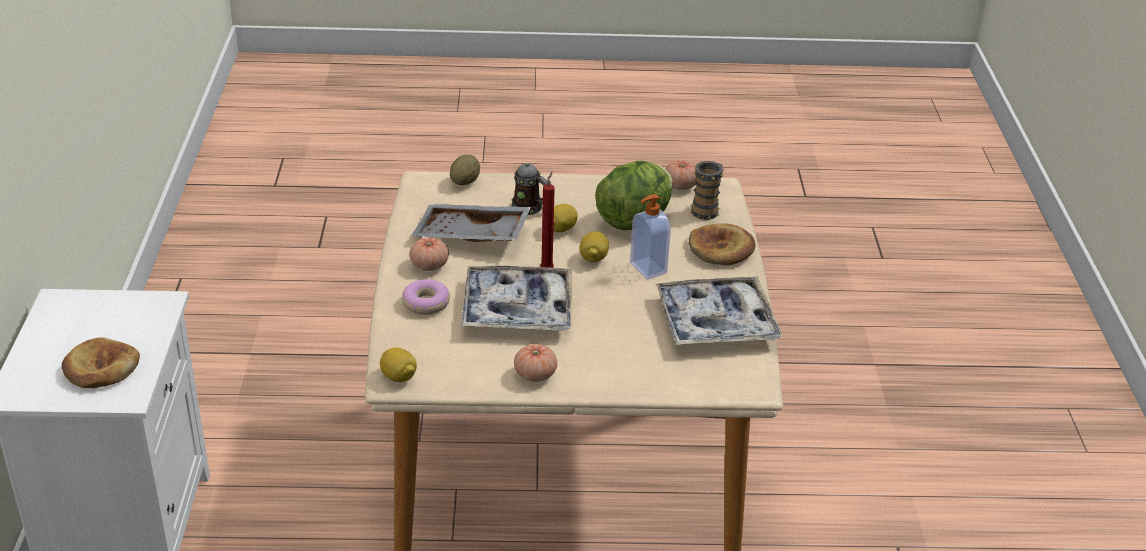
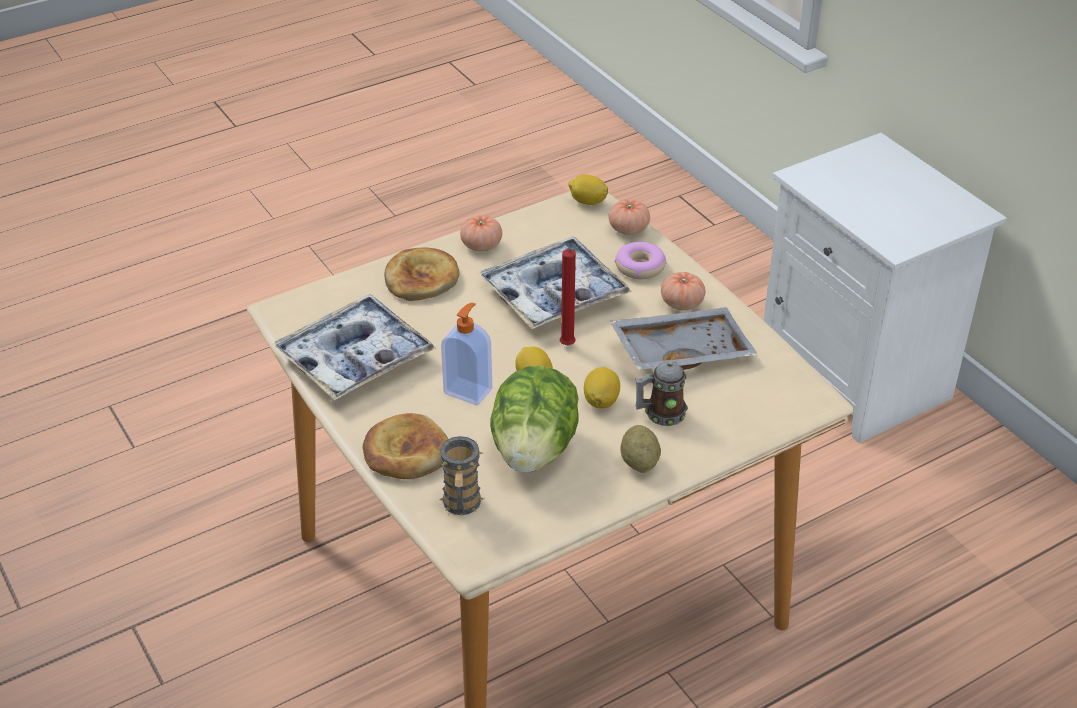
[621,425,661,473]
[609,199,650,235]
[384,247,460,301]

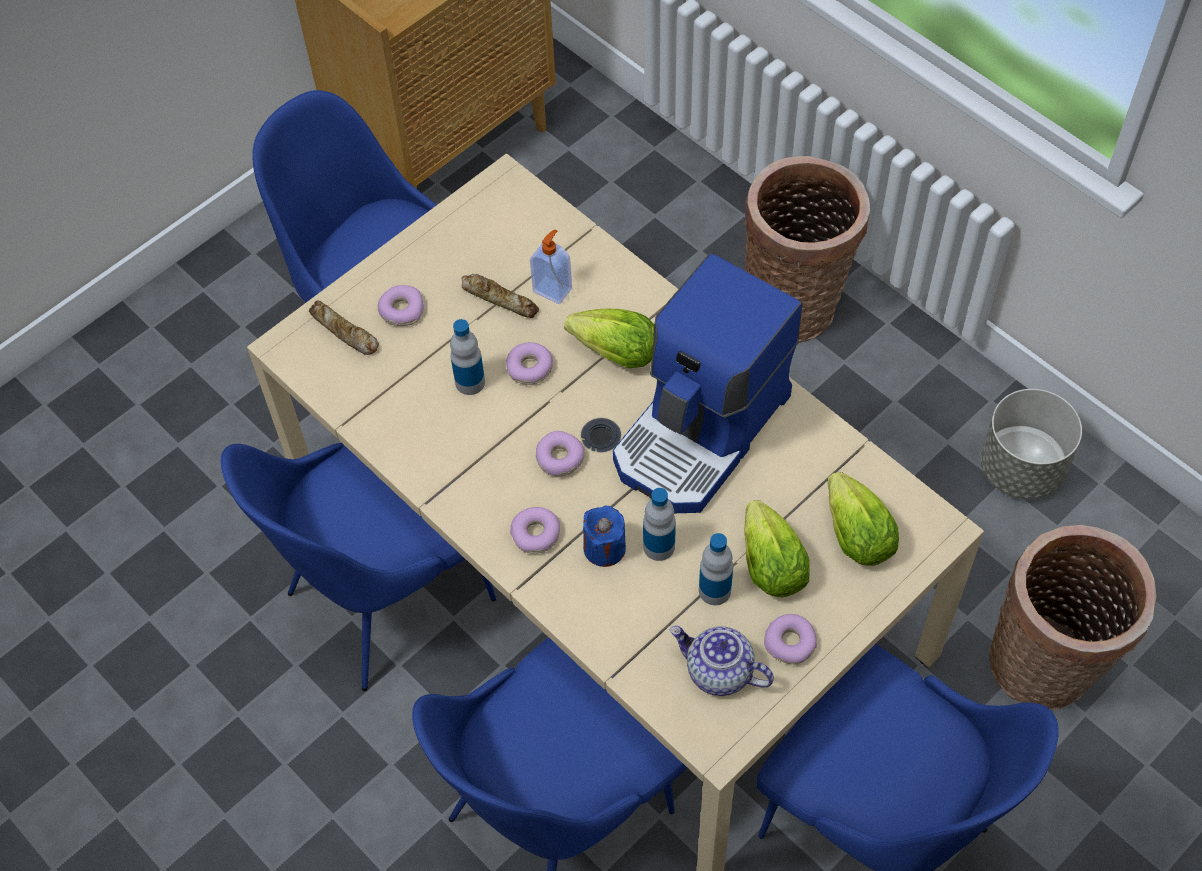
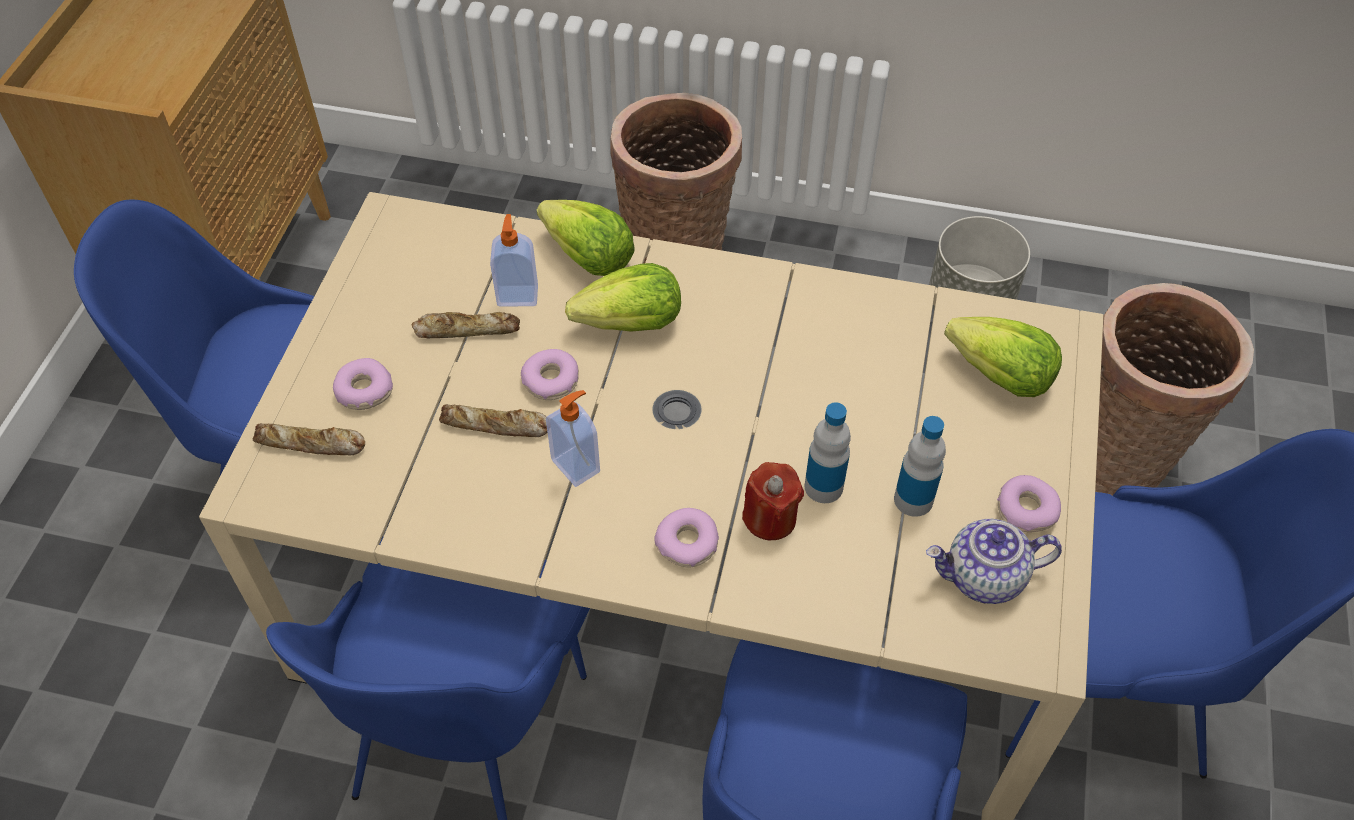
[613,253,802,513] (first image)
[439,404,547,437]
[536,431,585,476] (first image)
[537,200,635,276]
[742,462,804,540]
[546,390,600,487]

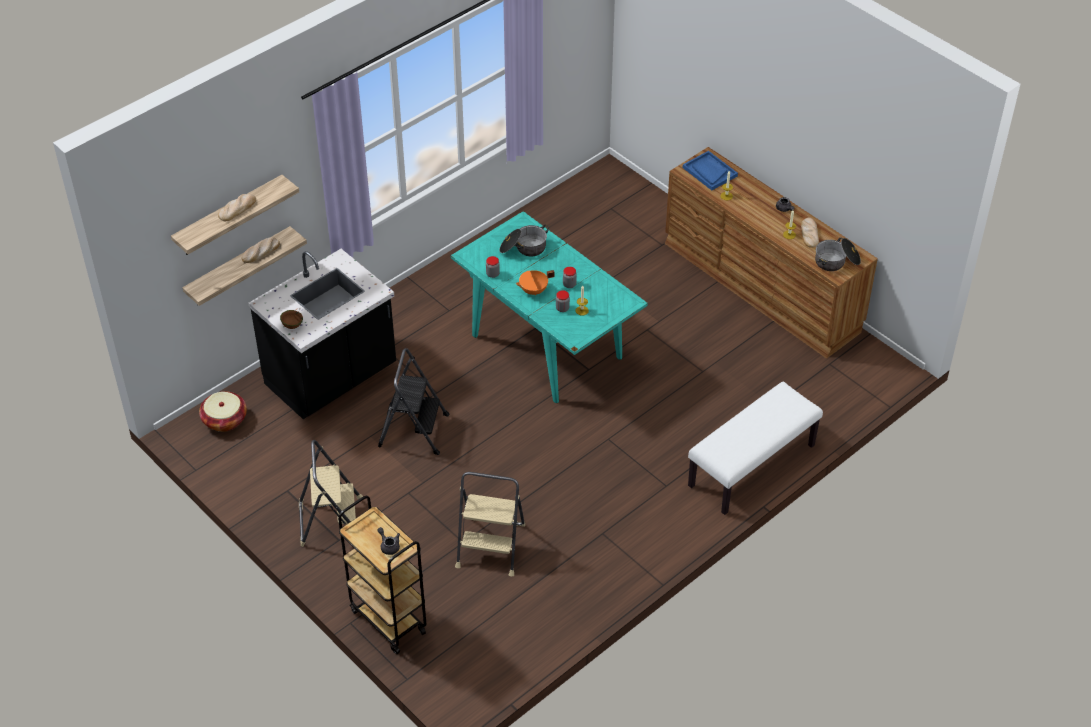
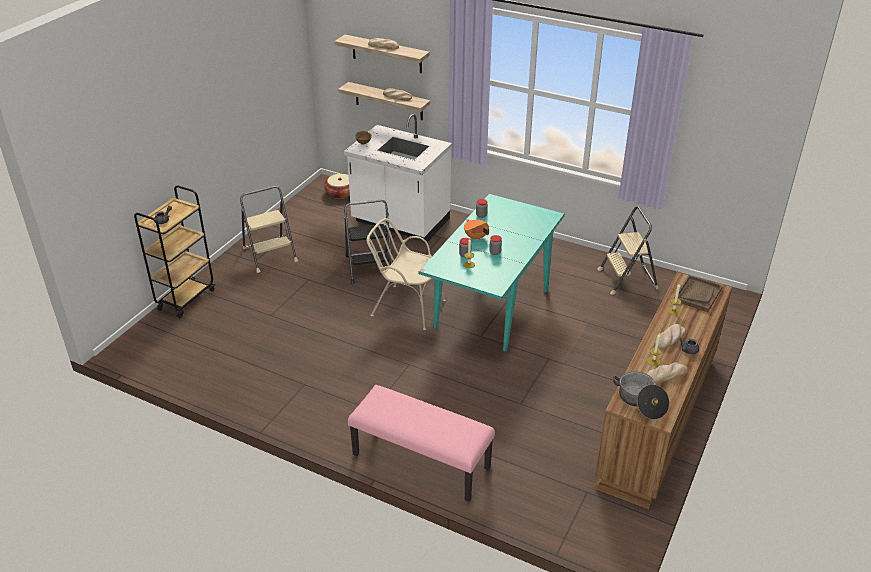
[674,275,723,312]
[500,225,549,256] (first image)
[344,114,452,242]
[348,385,495,502]
[598,206,658,295]
[367,218,446,330]
[654,324,686,349]

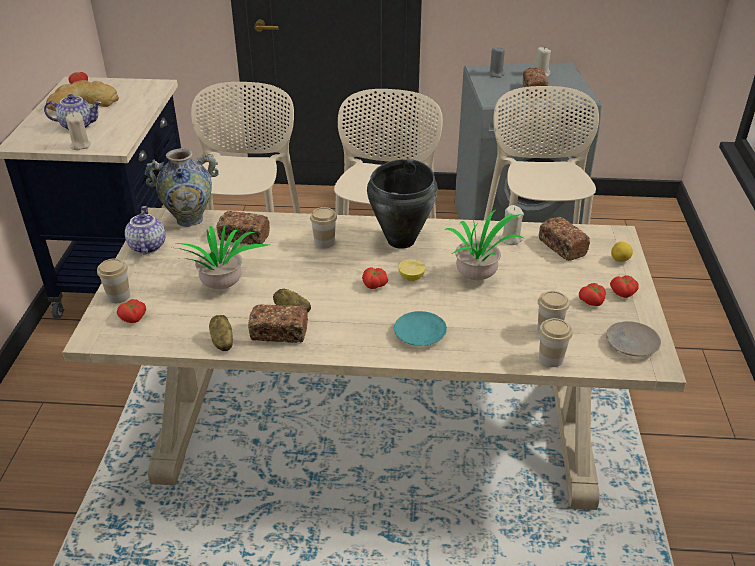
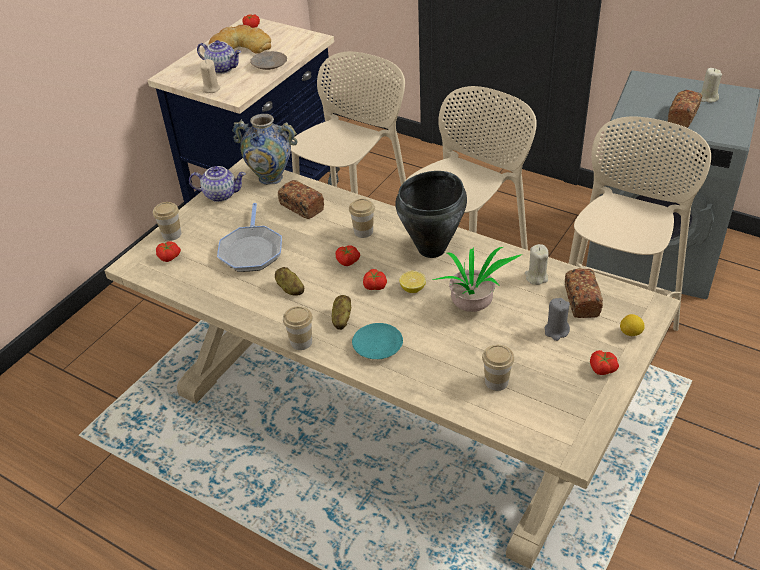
[545,298,570,341]
[189,166,246,202]
[217,203,282,272]
[335,245,360,266]
[248,304,308,343] (first image)
[332,295,351,330]
[283,306,313,350]
[250,51,287,70]

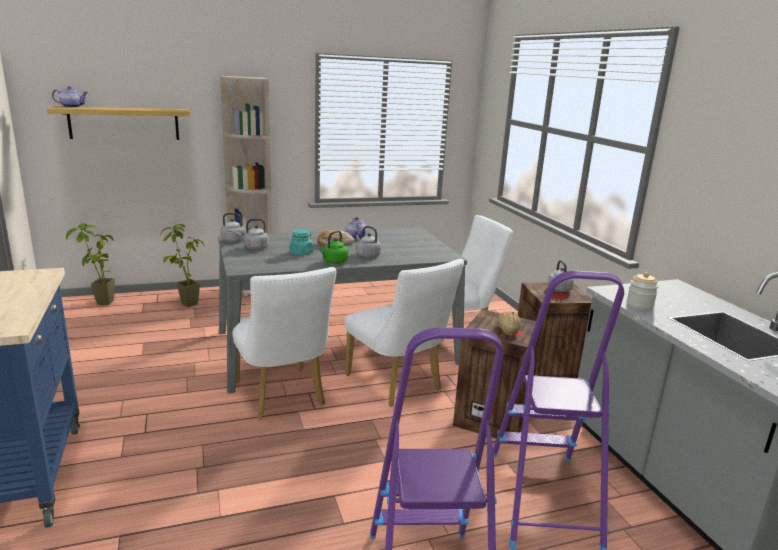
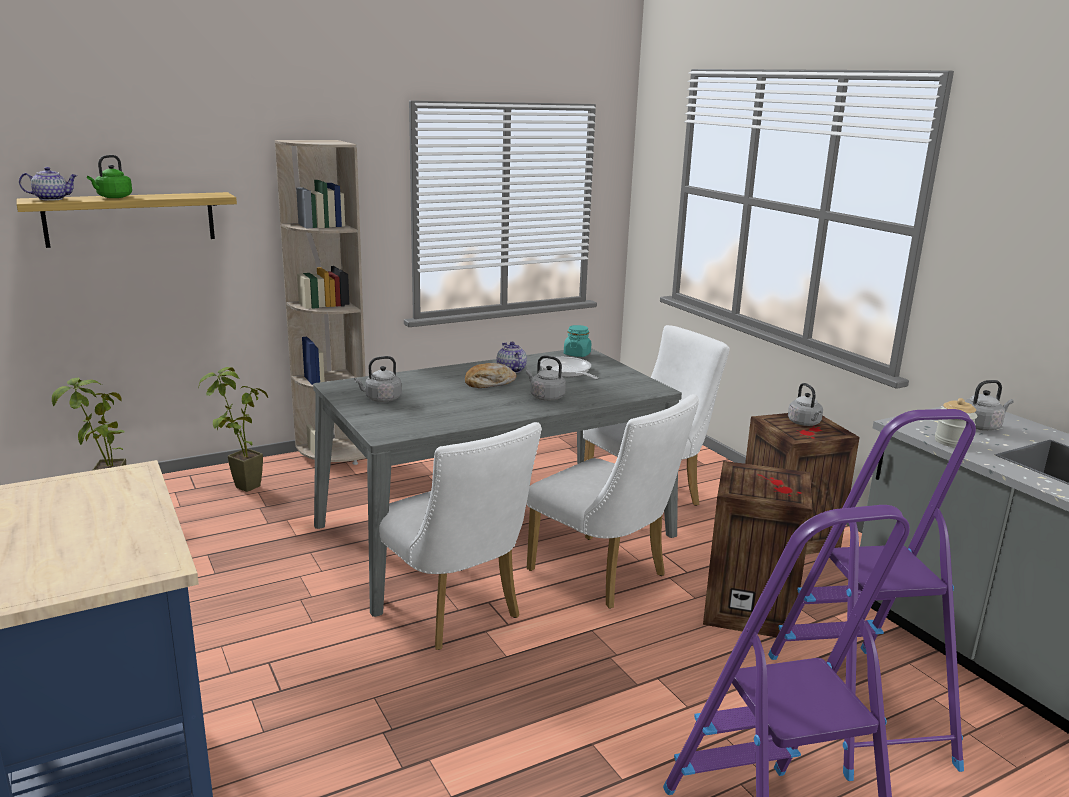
[965,380,1014,431]
[564,325,591,357]
[87,155,132,198]
[498,312,521,336] (first image)
[540,357,598,379]

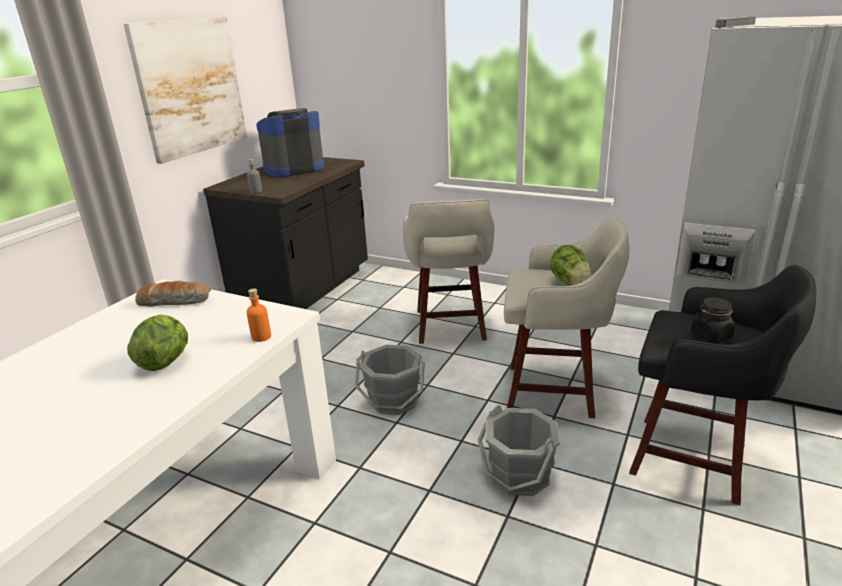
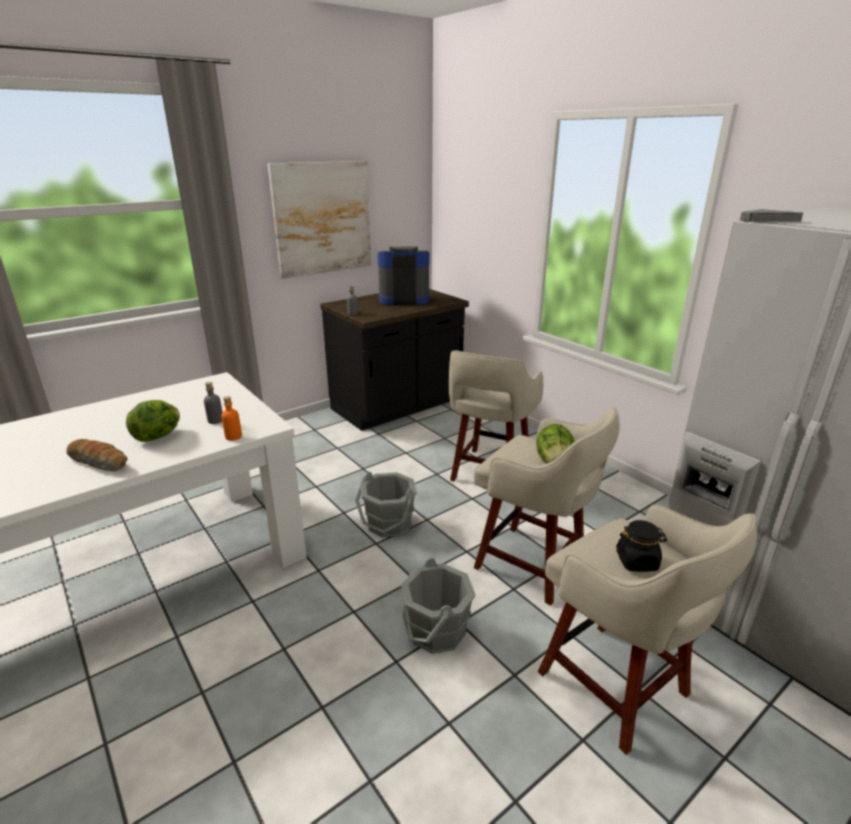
[538,504,757,755]
[66,439,128,472]
[204,382,223,424]

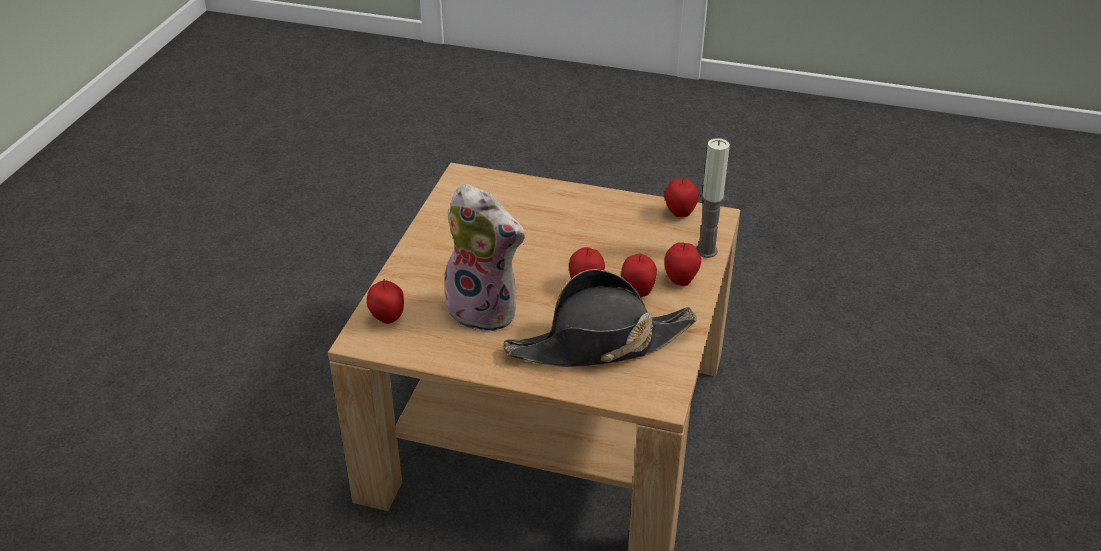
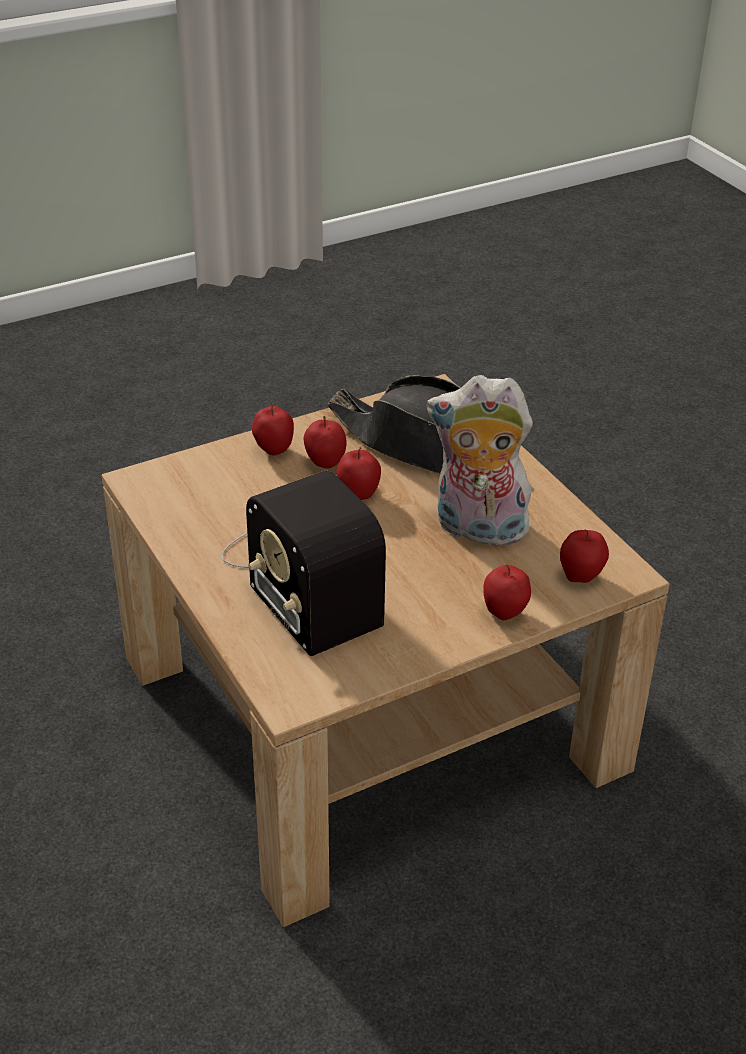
[696,138,730,258] (first image)
[483,564,531,620]
[426,375,537,551]
[222,471,386,656]

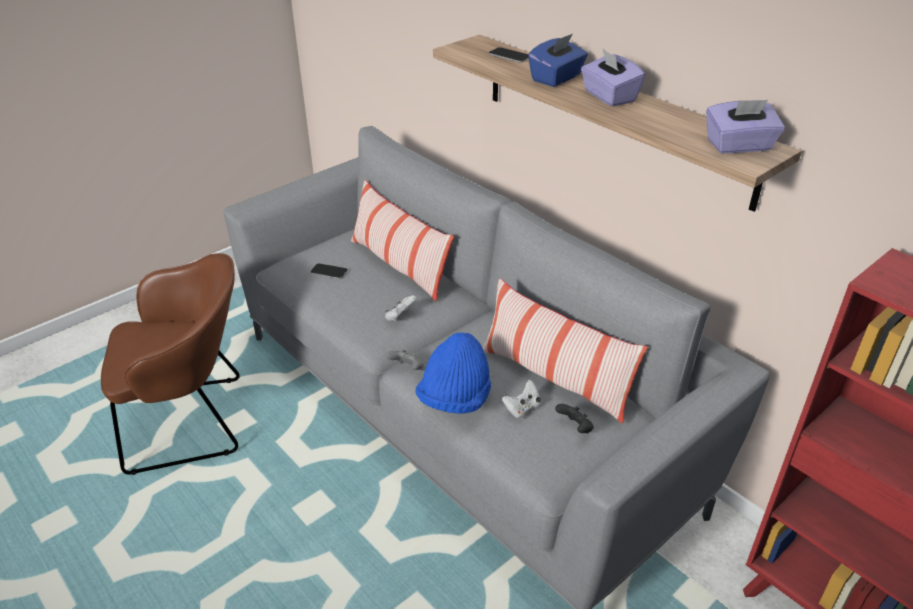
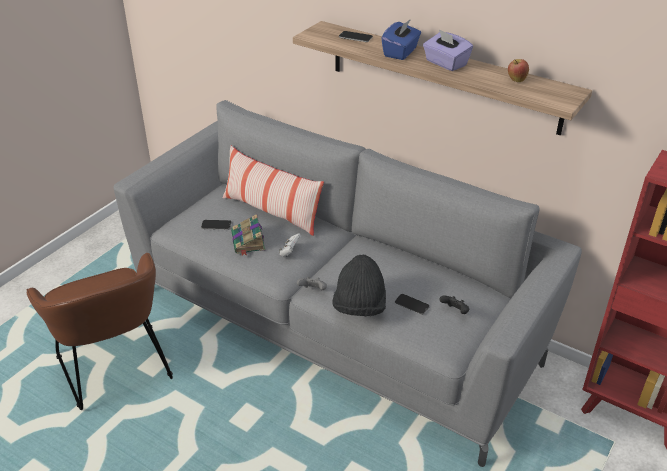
[706,100,785,153] (first image)
[26,253,173,410]
[482,278,648,424] (first image)
[332,255,386,316]
[395,294,430,315]
[508,59,529,82]
[231,214,265,256]

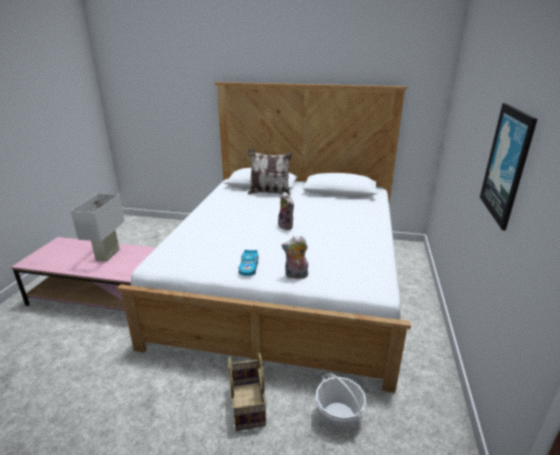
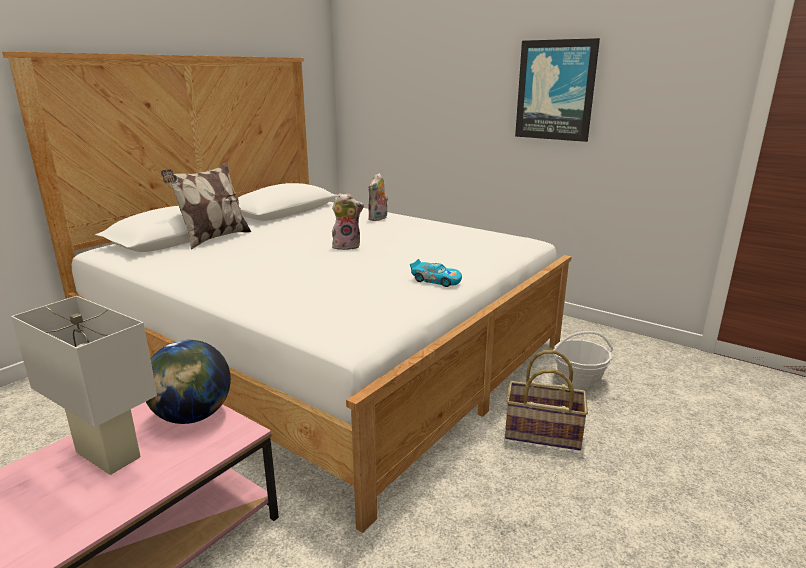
[368,173,388,221]
[146,340,231,424]

